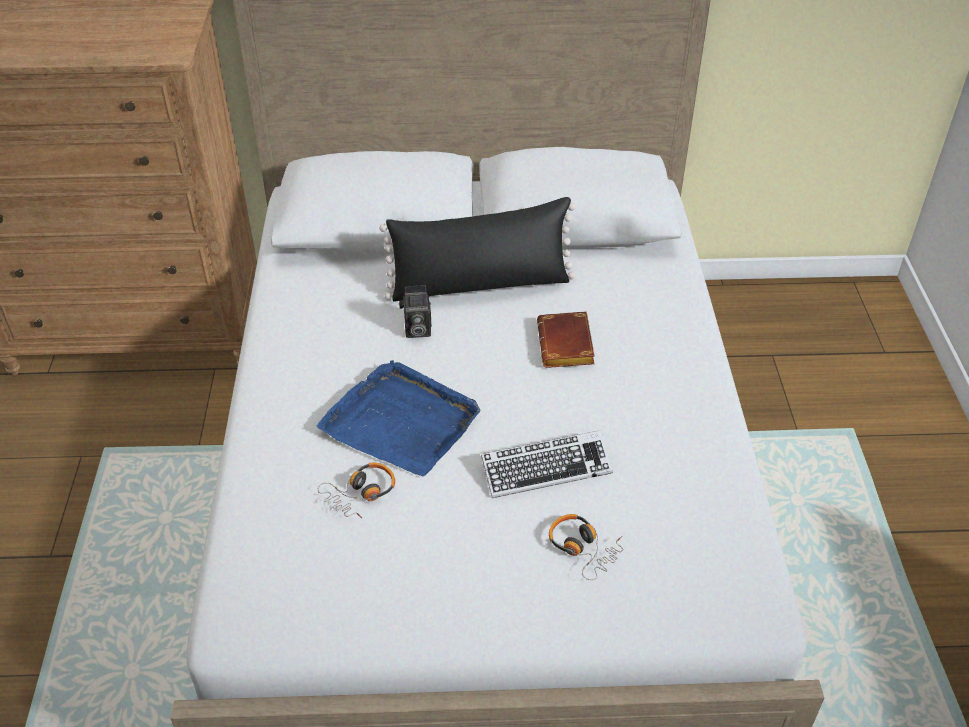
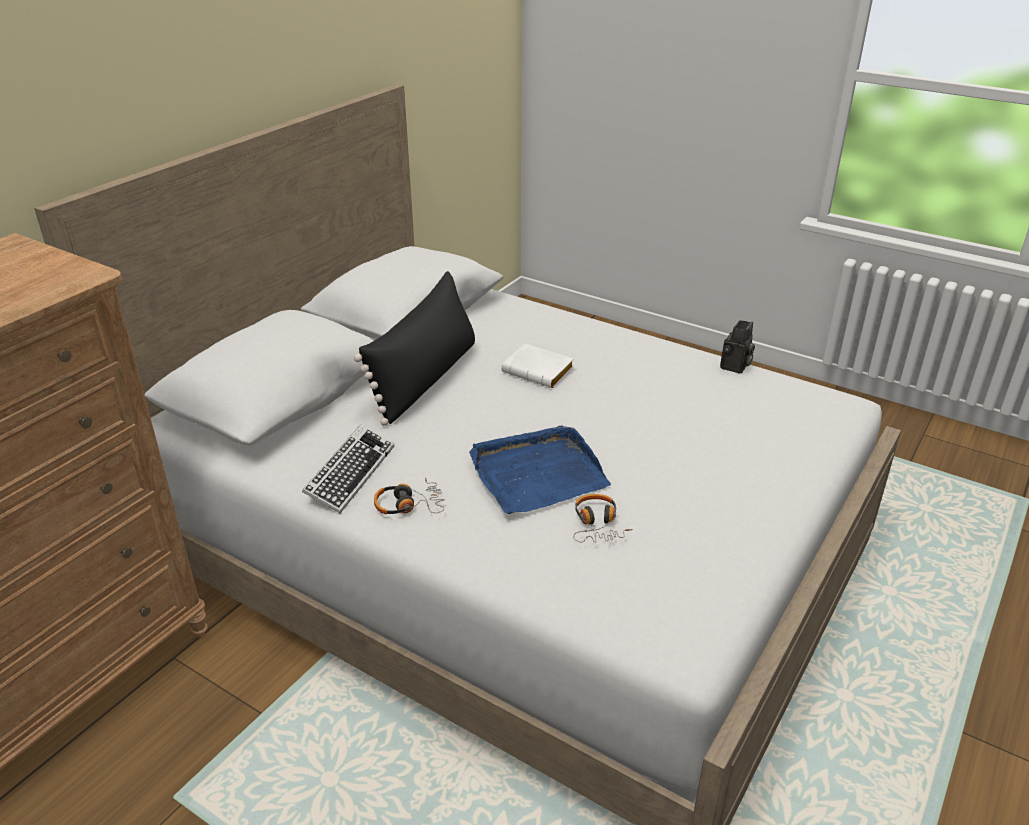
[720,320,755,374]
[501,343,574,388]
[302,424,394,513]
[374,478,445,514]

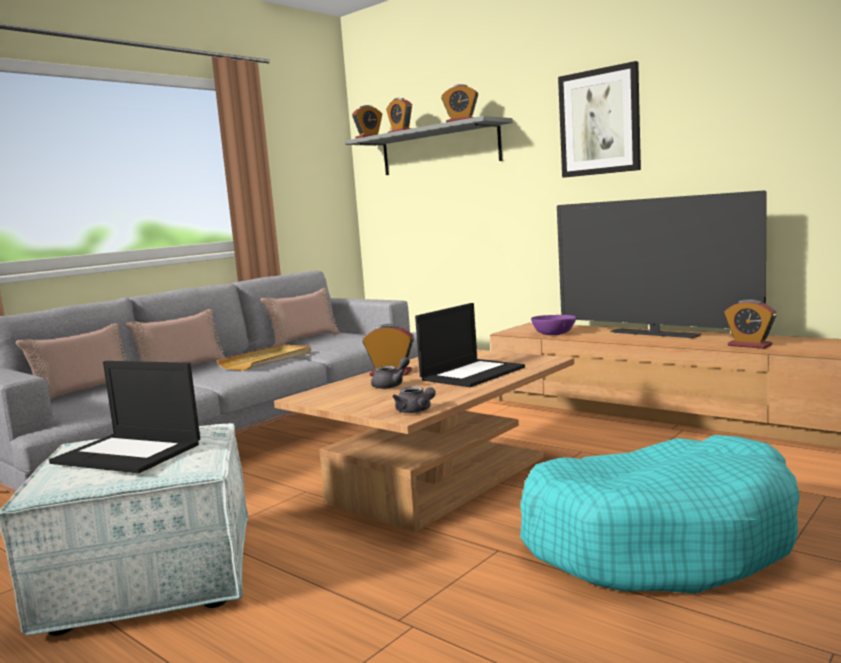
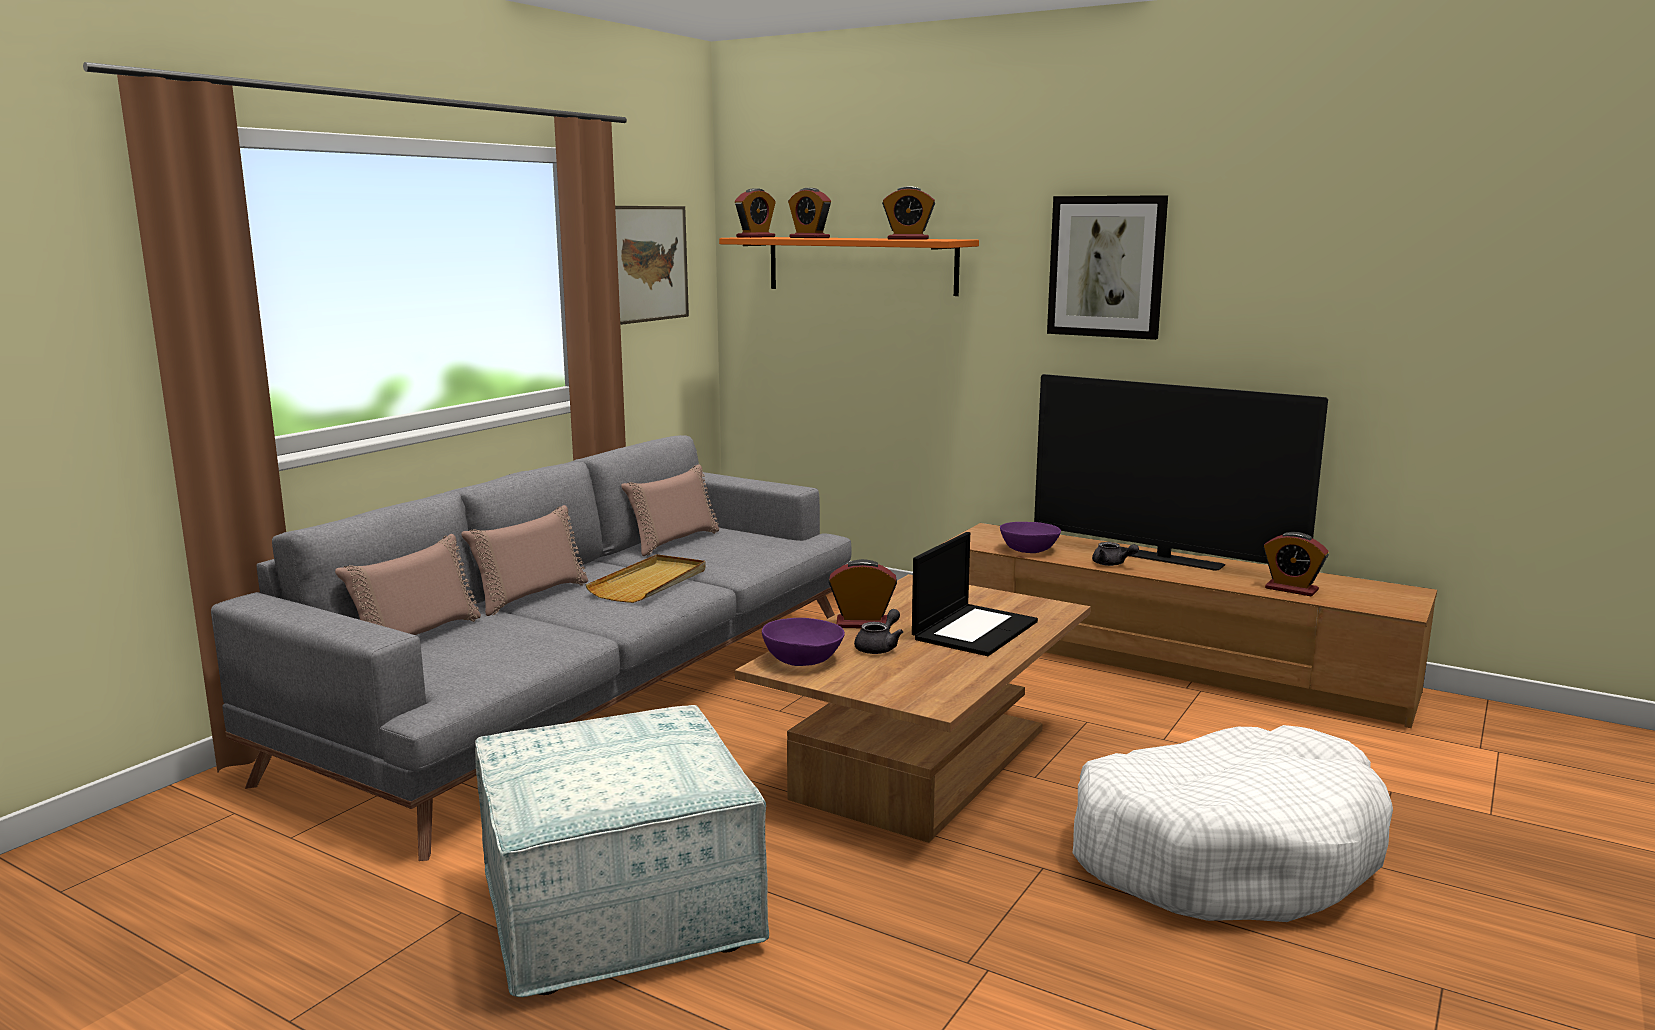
[719,237,979,296]
[49,361,200,473] (first image)
[1092,542,1139,566]
[1073,725,1393,922]
[615,206,689,325]
[762,618,845,666]

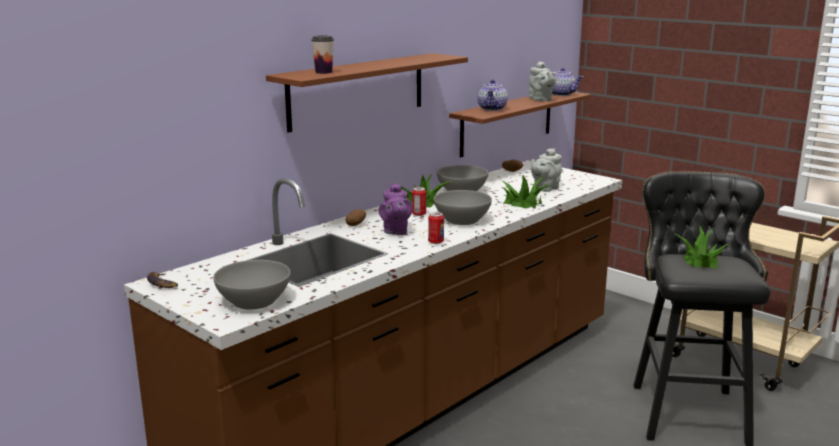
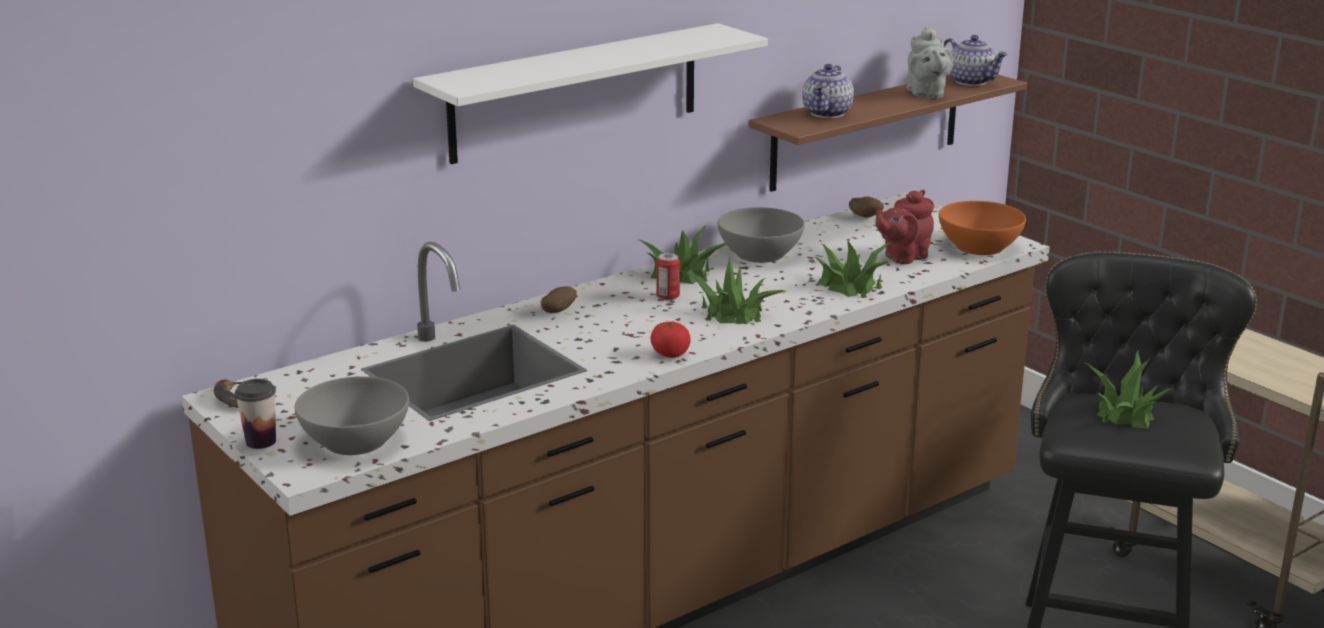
[235,379,276,449]
[413,23,768,164]
[875,189,934,264]
[379,182,412,235] (first image)
[682,257,785,324]
[651,321,691,358]
[939,201,1026,255]

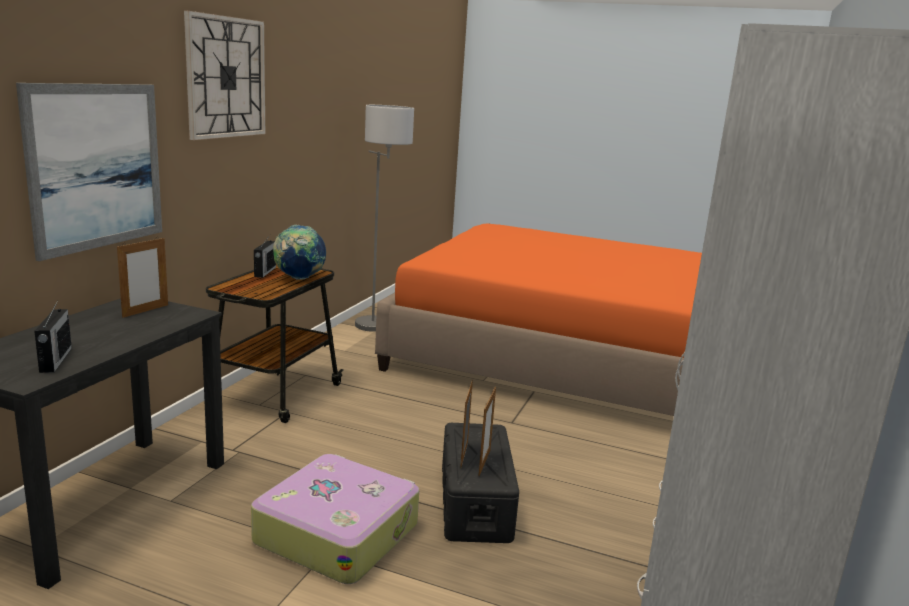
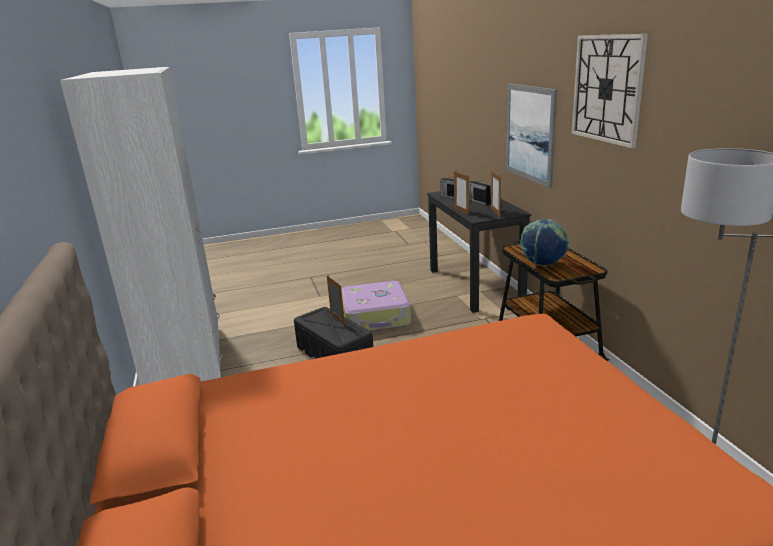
[469,180,491,205]
[454,171,469,215]

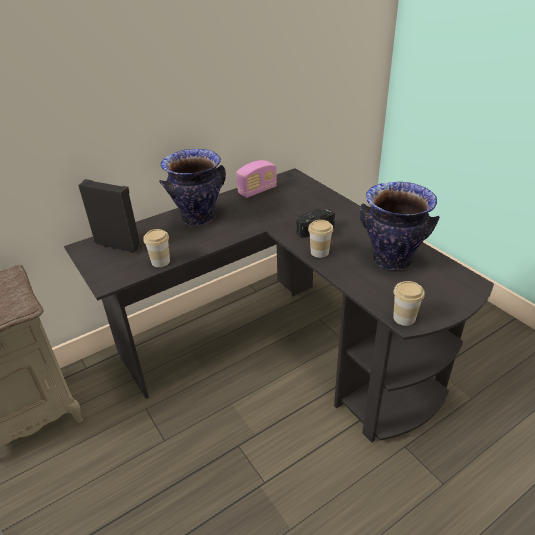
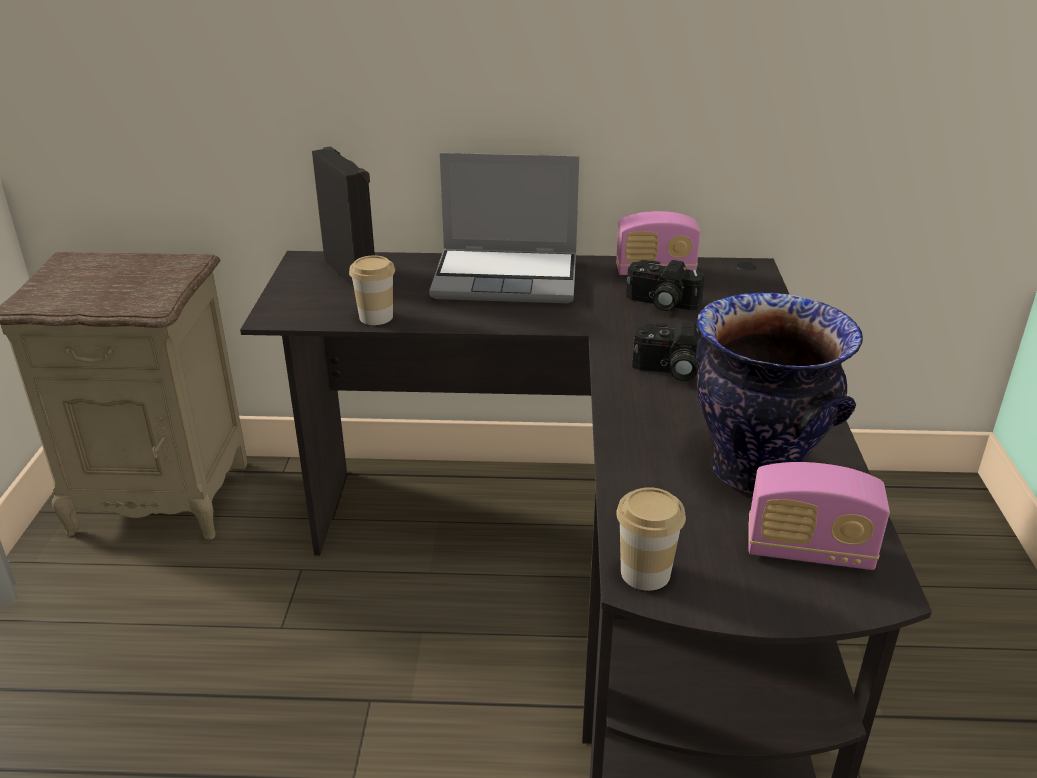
[429,153,579,303]
[308,220,333,258] (first image)
[626,260,705,311]
[748,462,890,570]

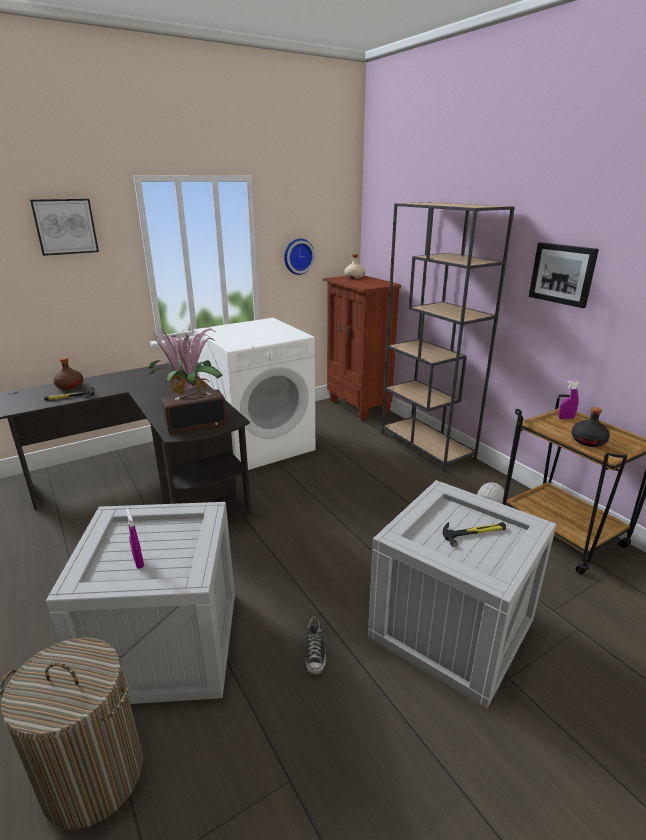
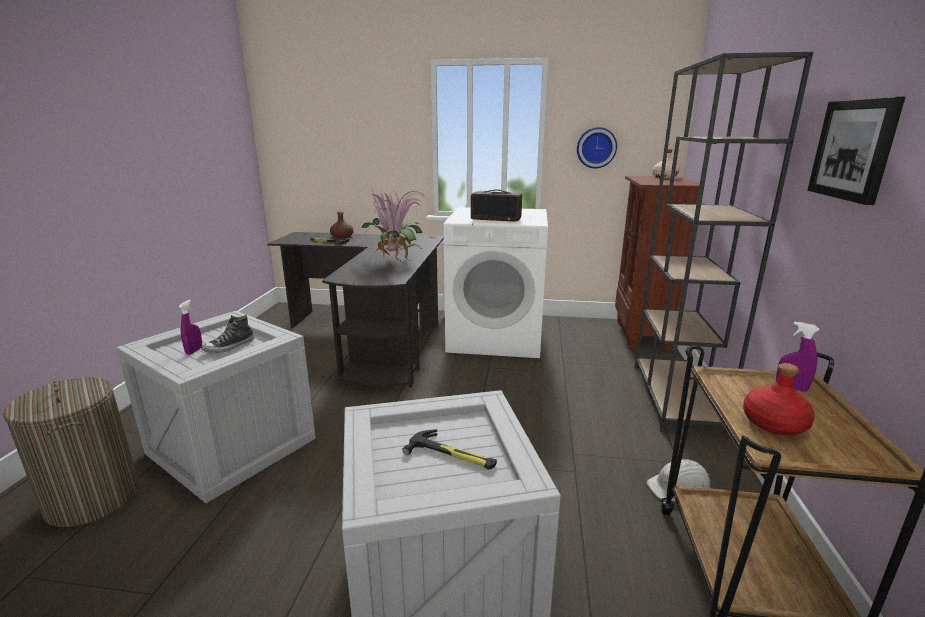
[30,199,99,256] (first image)
[471,189,522,221]
[743,363,815,435]
[201,315,254,353]

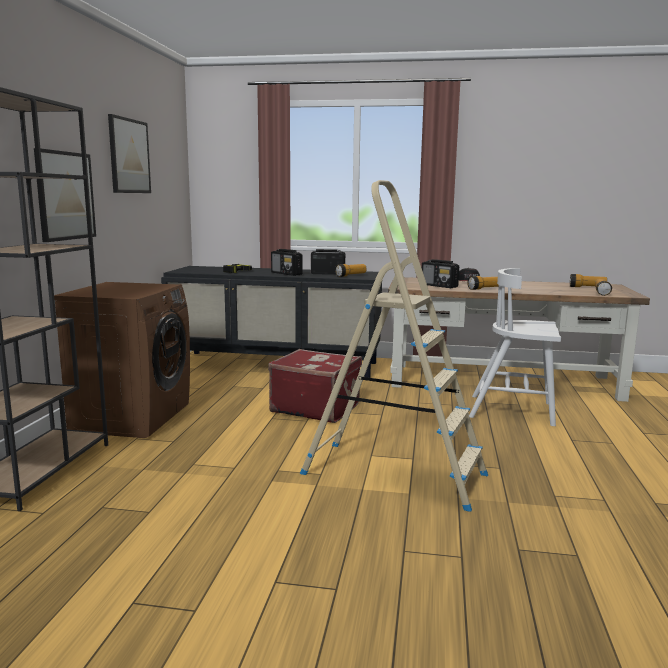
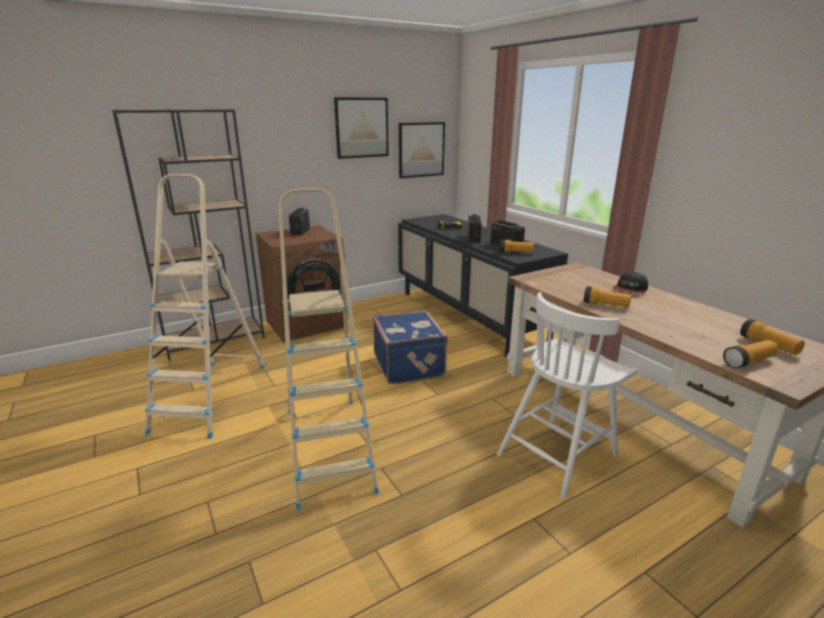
[399,122,445,178]
[289,208,310,236]
[497,292,638,499]
[373,310,448,384]
[145,174,265,439]

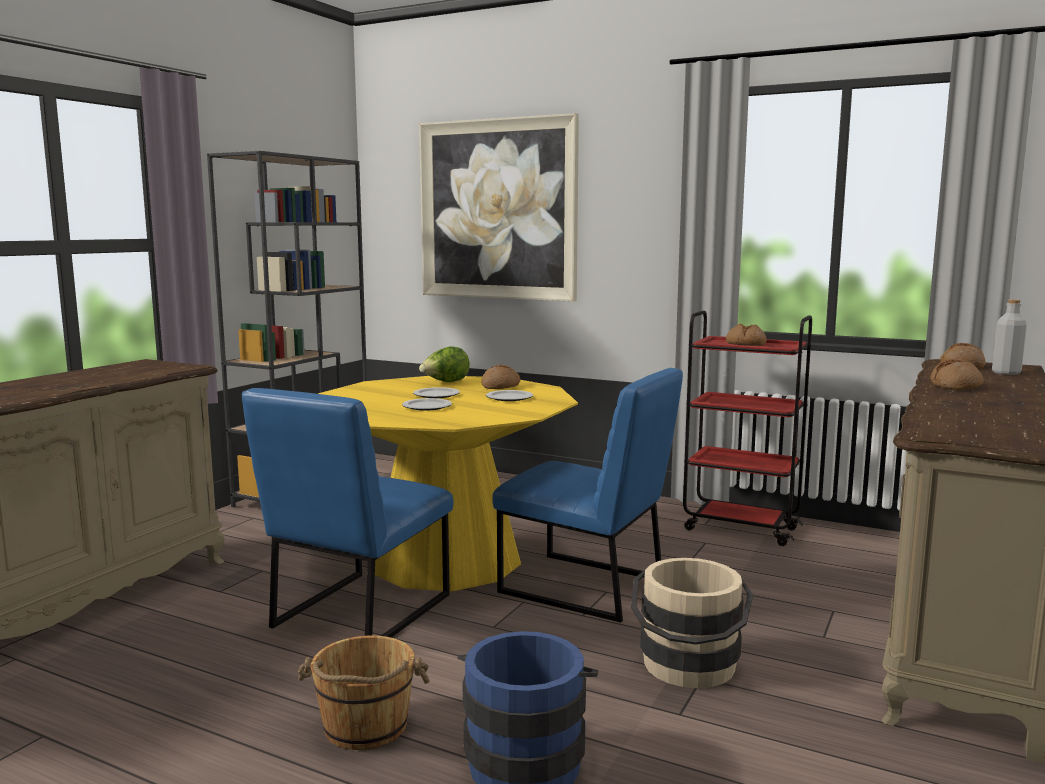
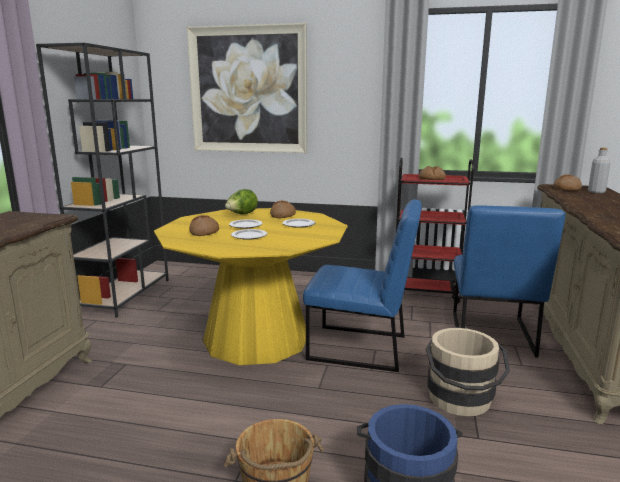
[189,215,219,236]
[453,205,565,358]

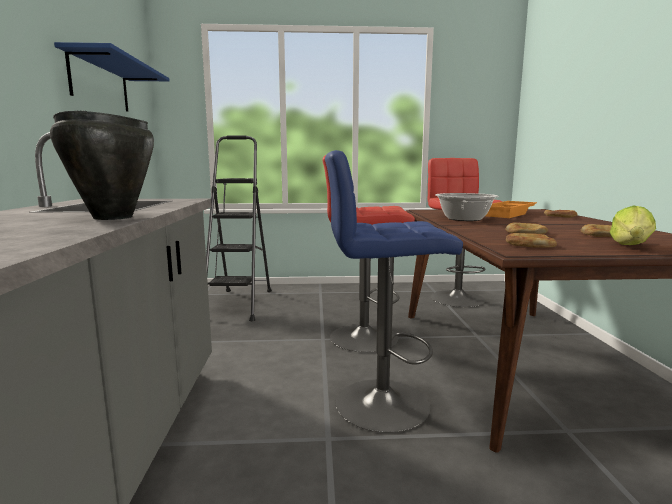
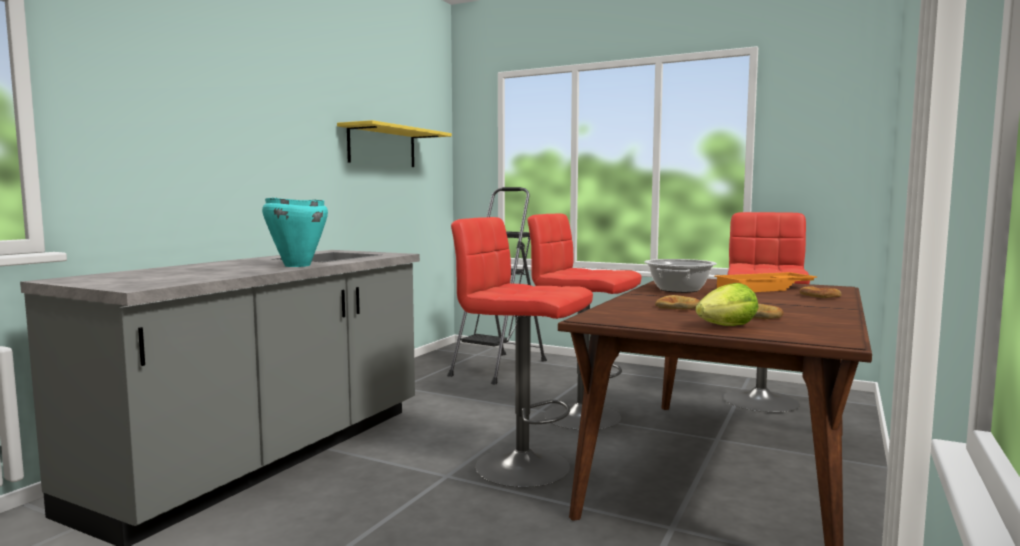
[337,120,452,167]
[262,198,328,267]
[451,217,593,487]
[506,233,557,248] (first image)

